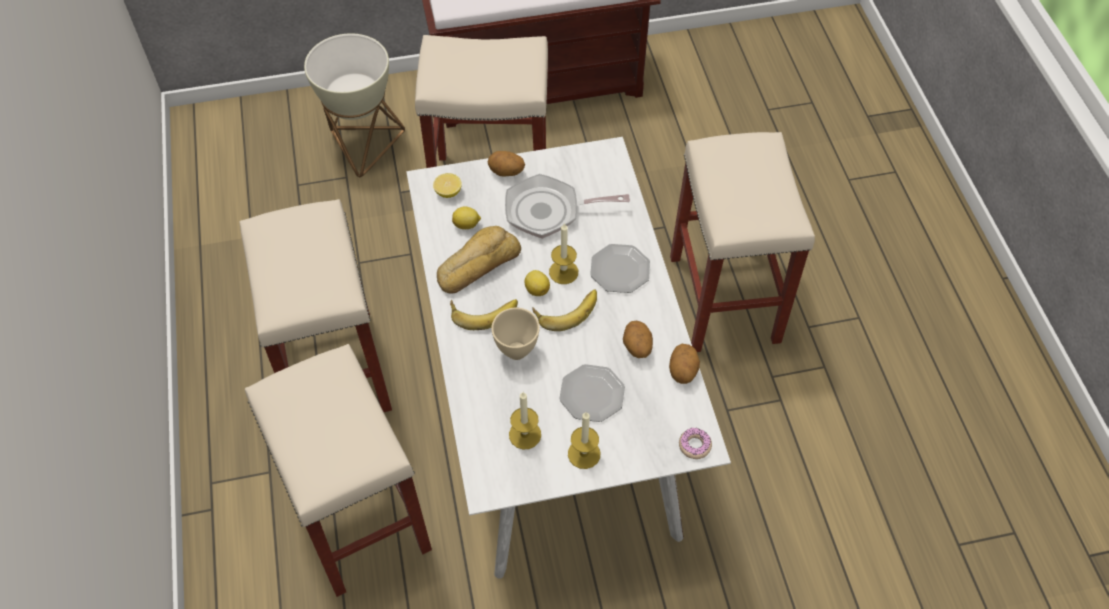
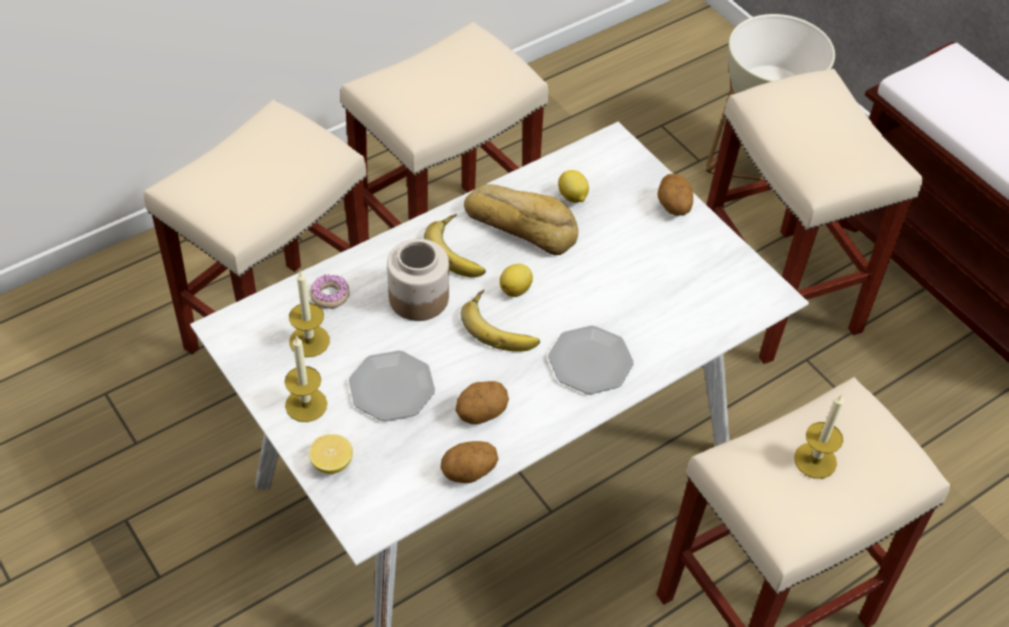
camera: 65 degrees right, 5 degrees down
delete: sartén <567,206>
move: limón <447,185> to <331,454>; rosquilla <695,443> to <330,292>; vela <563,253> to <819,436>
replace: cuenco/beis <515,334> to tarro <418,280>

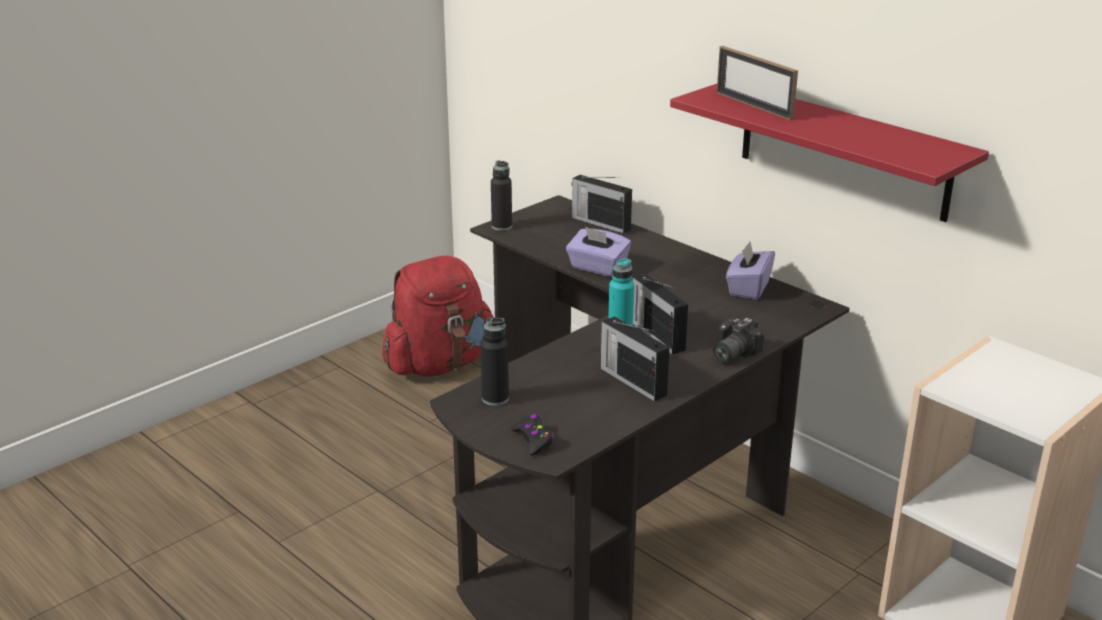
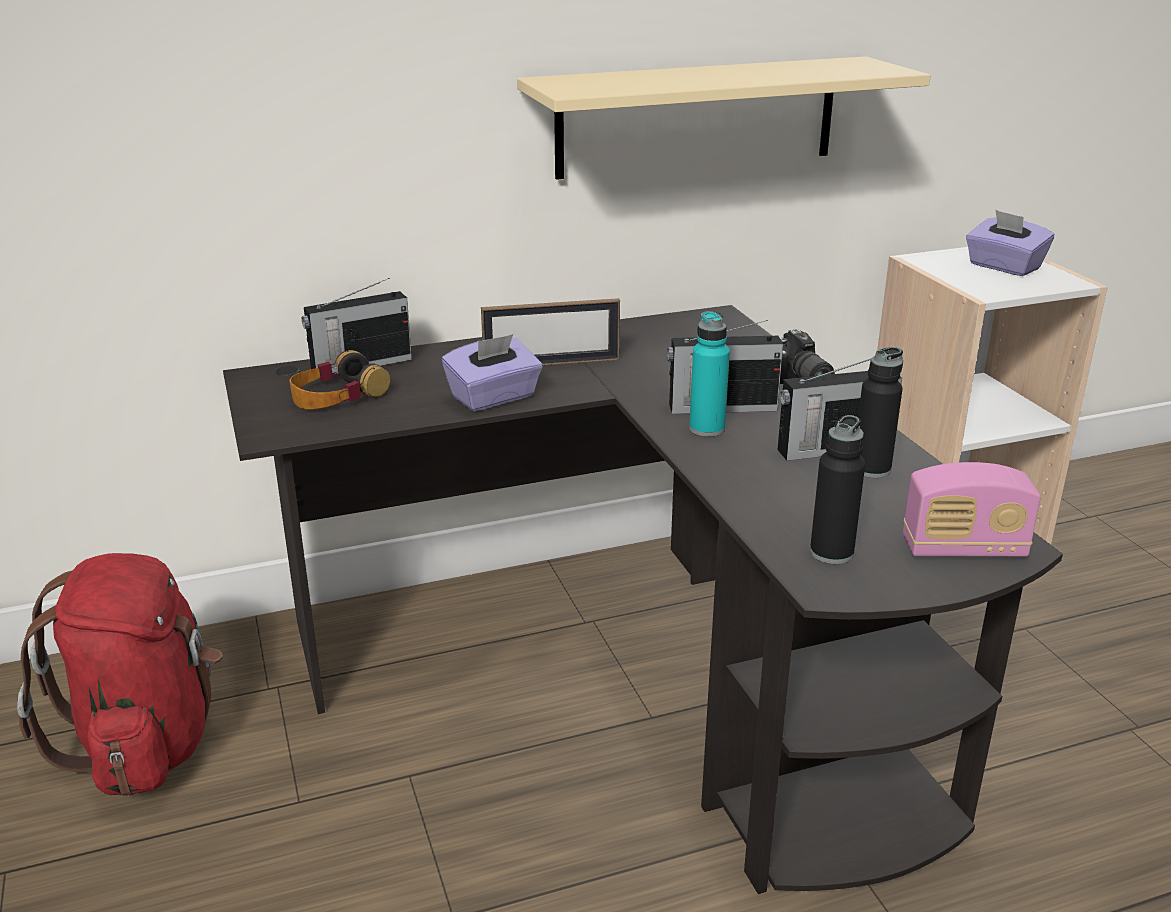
camera: 65 degrees left, 0 degrees up
insert: auriculares <339,380>
move: portarretratos <757,83> to <550,332>; botella/negro <501,195> to <880,412>; caja de pañuelos/morado <750,271> to <1010,243>
replace: mando de consola/negro <532,435> to radio <972,509>
recolor: estante/rojo <829,153> to estante/beis <724,118>

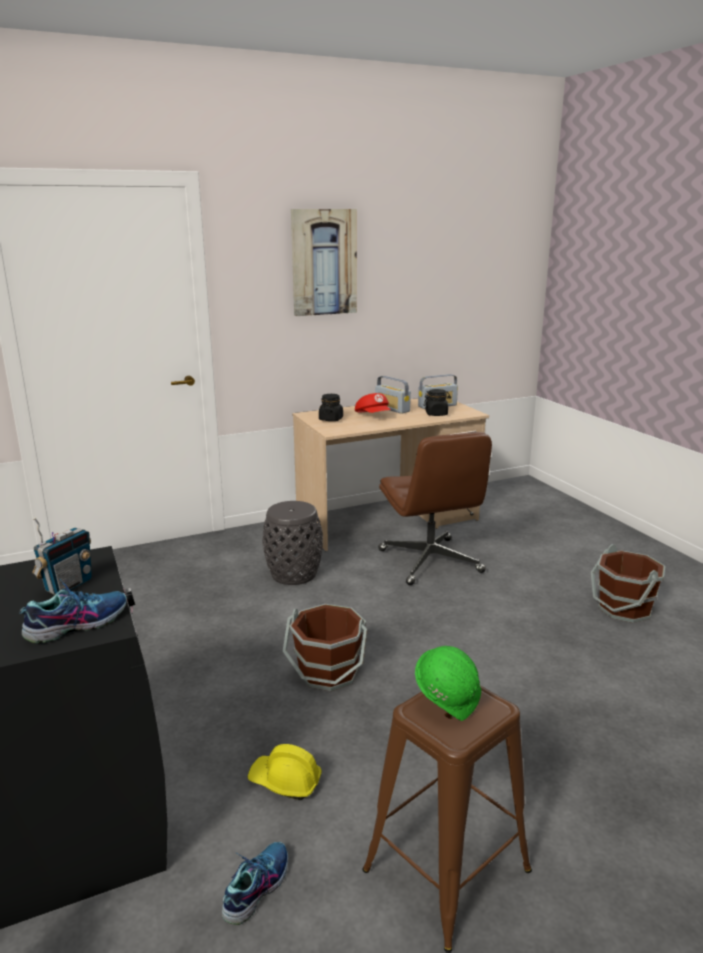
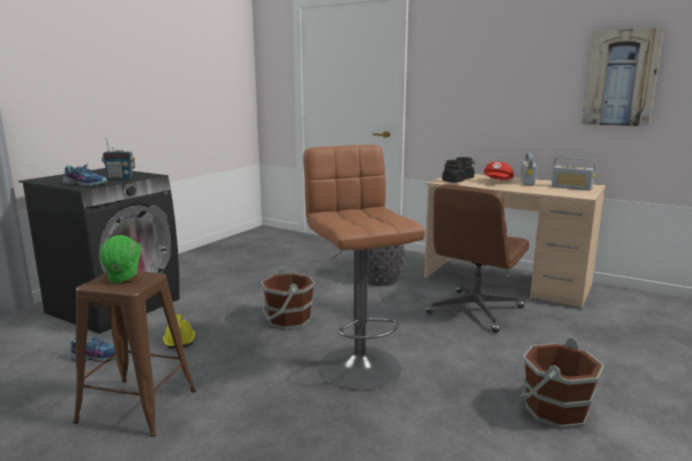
camera: 55 degrees right, 5 degrees down
insert: taburete/marrón <364,267>
move: tarro/negro <437,402> to <453,171>; cuadro <324,262> to <622,77>

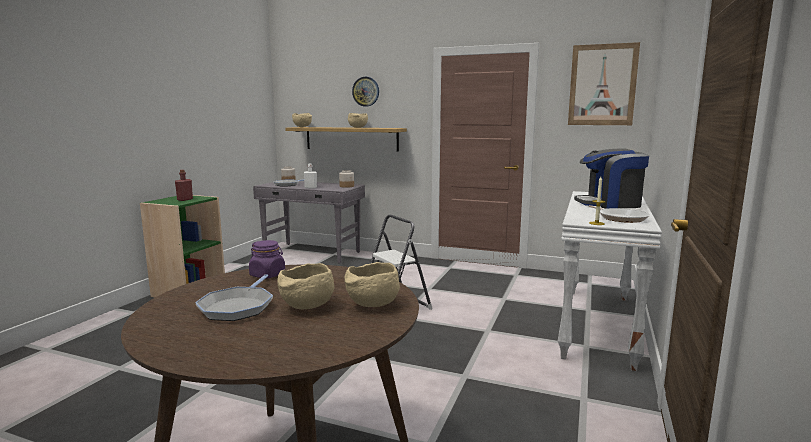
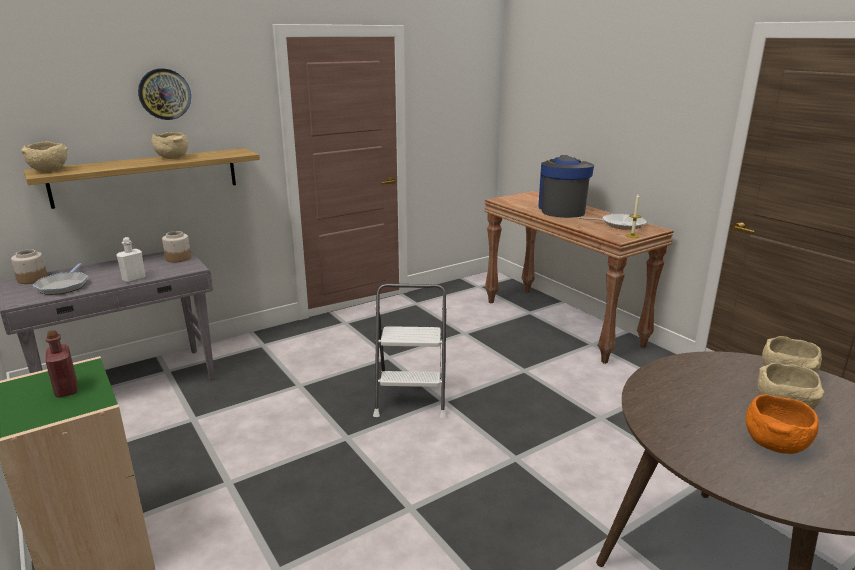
camera: 55 degrees left, 10 degrees up
delete: tarro/morado <267,259>; cuadro <604,83>
replace: sartén <234,297> to cuenco/naranja <782,424>
recolor: mesa consola/blanco <610,281> to mesa consola/marrón <579,277>
rotate: cafetera <611,179> = <566,186> 150 degrees clockwise

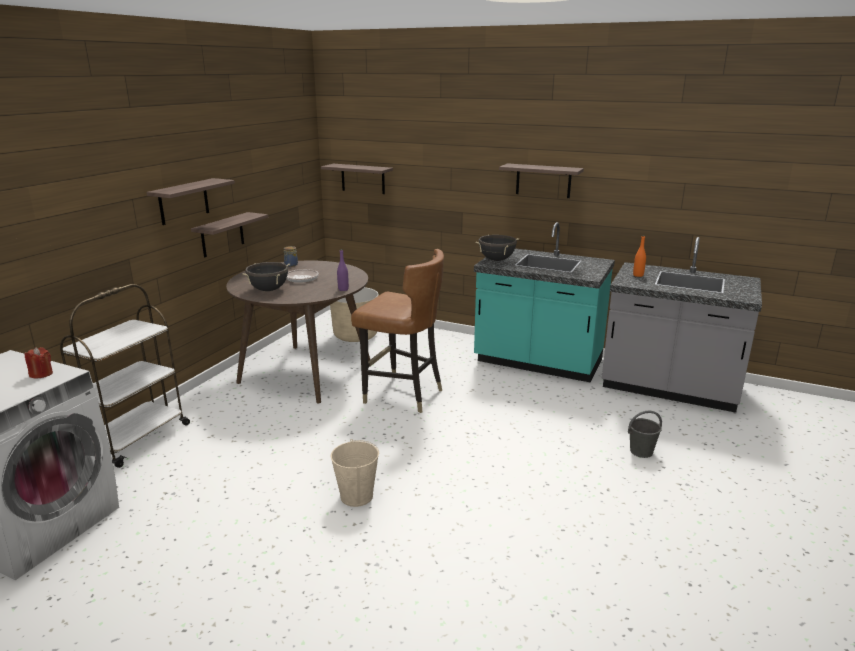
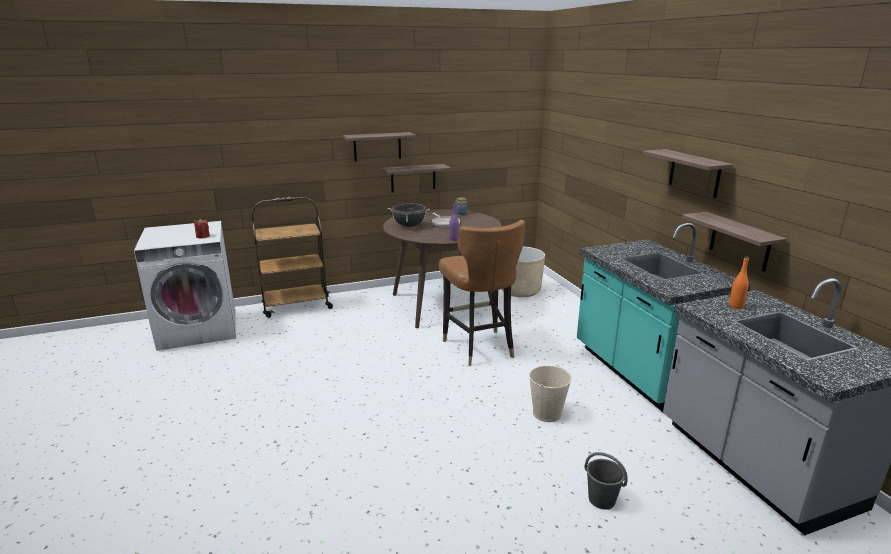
camera: 45 degrees right, 0 degrees up
delete: olla/negro <497,248>
move: cubo/beis <355,473> to <550,393>; estante <357,179> to <734,242>
recolor: carrito/blanco <125,376> to carrito/marrón <292,257>

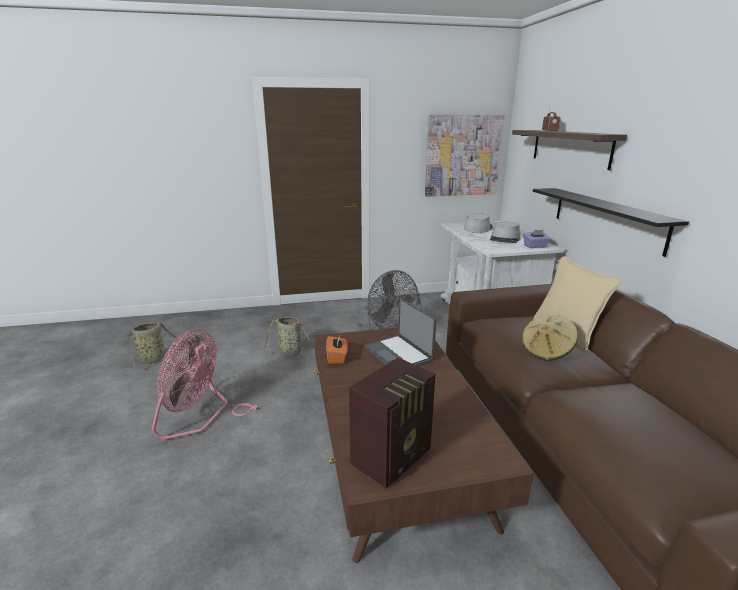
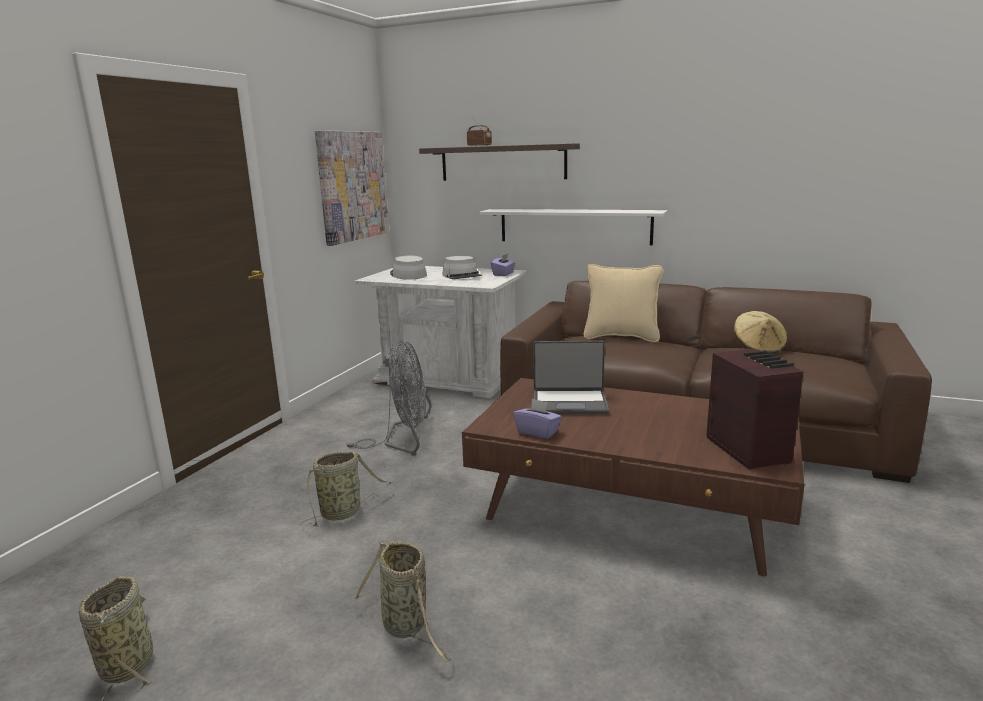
camera: 55 degrees left, 5 degrees down
move: sombrero/beis <550,337> to <761,332>
replace: ventilador/rosa <206,385> to cesta <402,600>
recolor: estante/negro <611,222> to estante/blanco <574,227>; caja de pañuelos/naranja <337,348> to caja de pañuelos/morado <537,419>

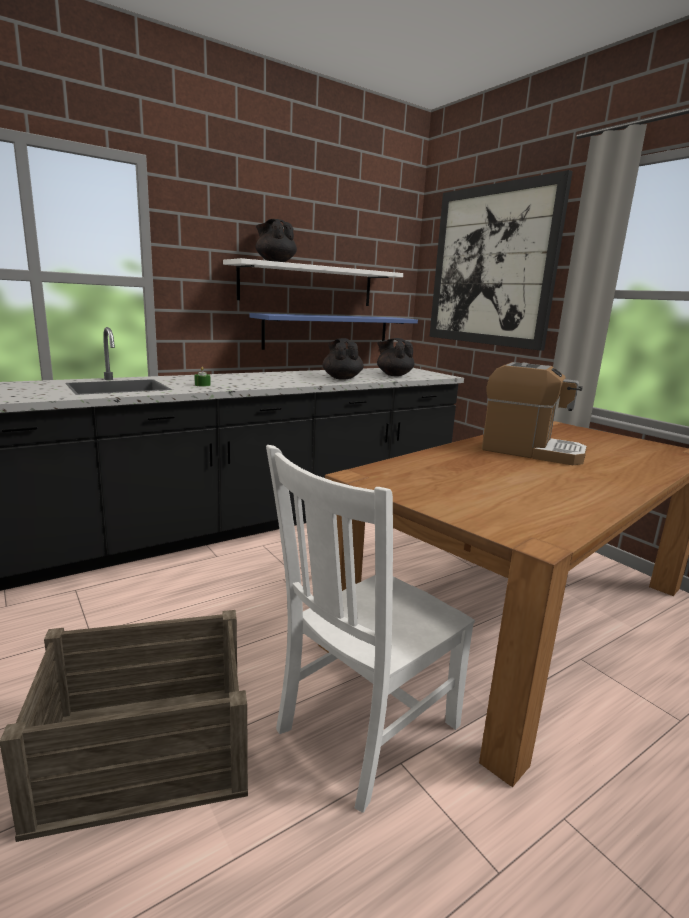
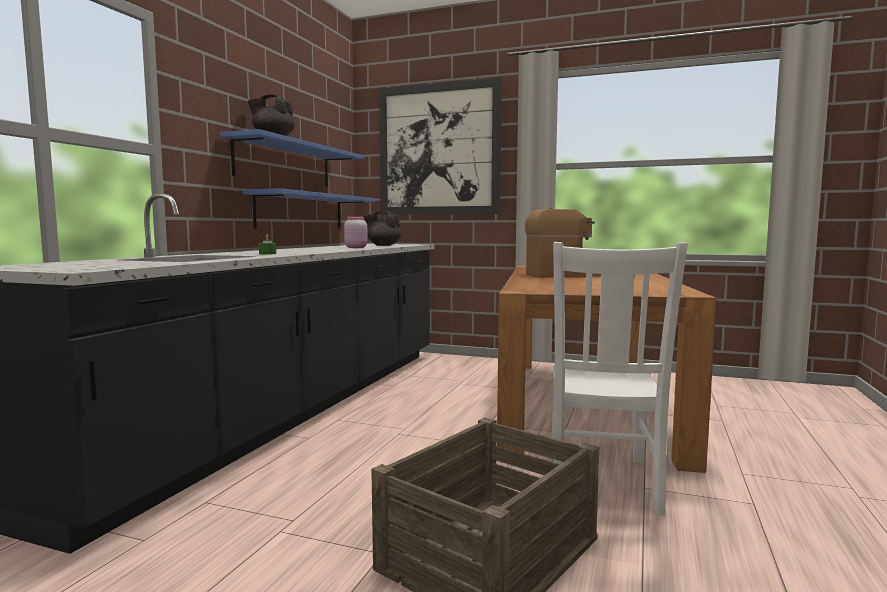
camera: 35 degrees left, 10 degrees down
replace: tetera/negro <343,359> to tarro/rosa <356,232>
recolor: estante/blanco <313,282> to estante/azul <292,158>

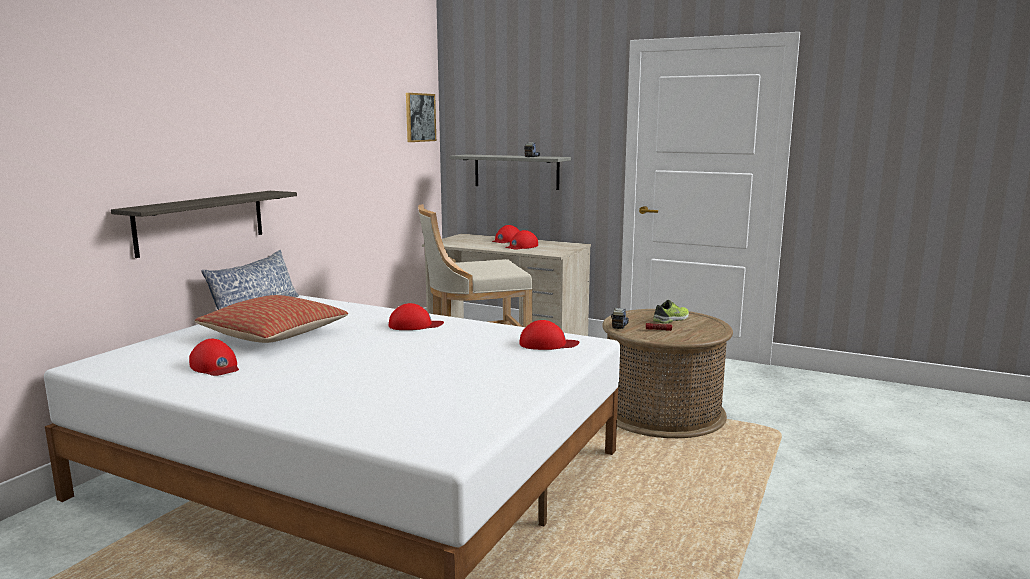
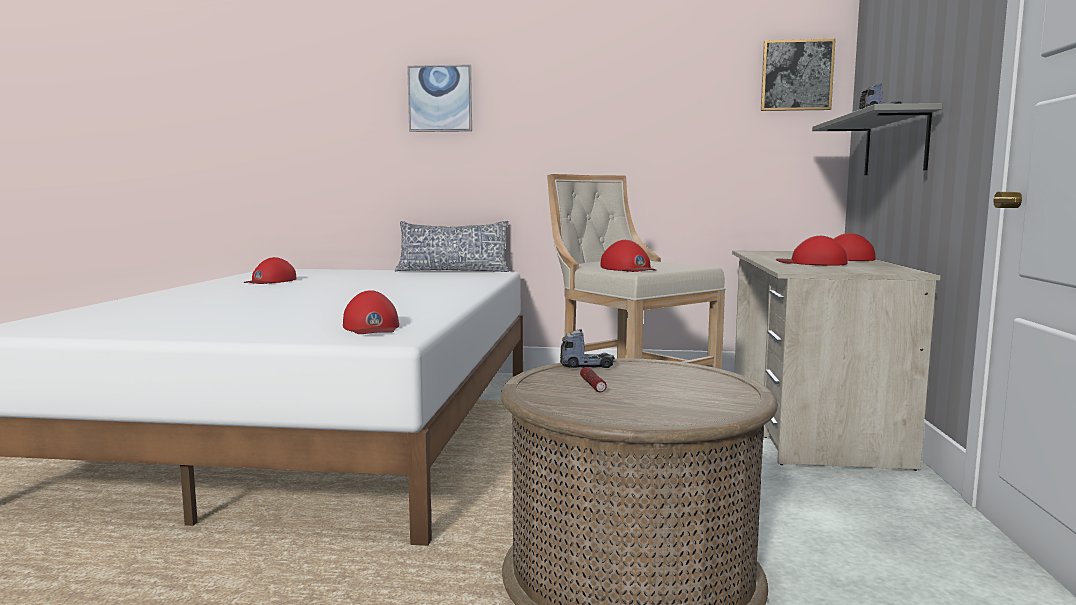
camera: 70 degrees right, 5 degrees down
delete: estante <204,224>; cojín <271,319>; zapato <671,312>
insert: cuadro <439,98>
move: gorra/rojo <416,316> to <628,256>

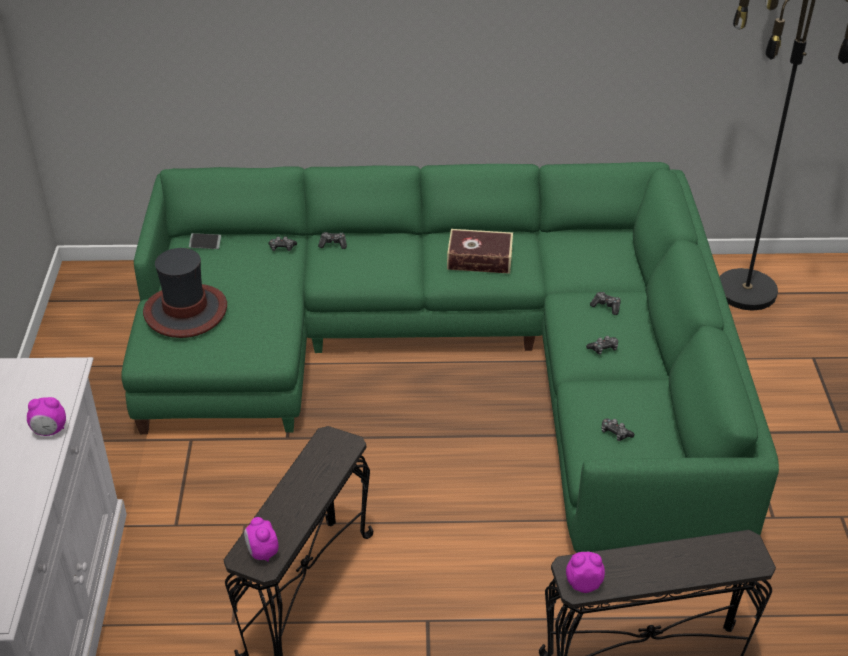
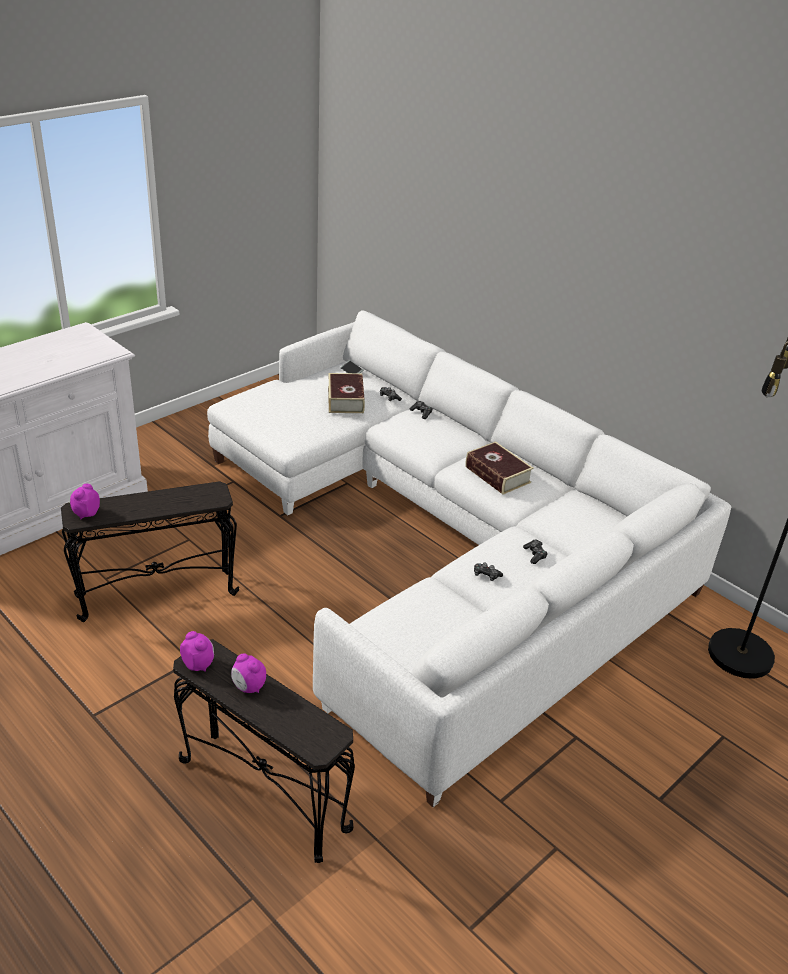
camera: 45 degrees right, 5 degrees down
delete: sombrero <185,293>; mando de consola <618,430>
insert: libro <346,393>
move: despertador <46,416> to <248,673>
recolor: sofá/verde <450,357> to sofá/blanco <469,558>

